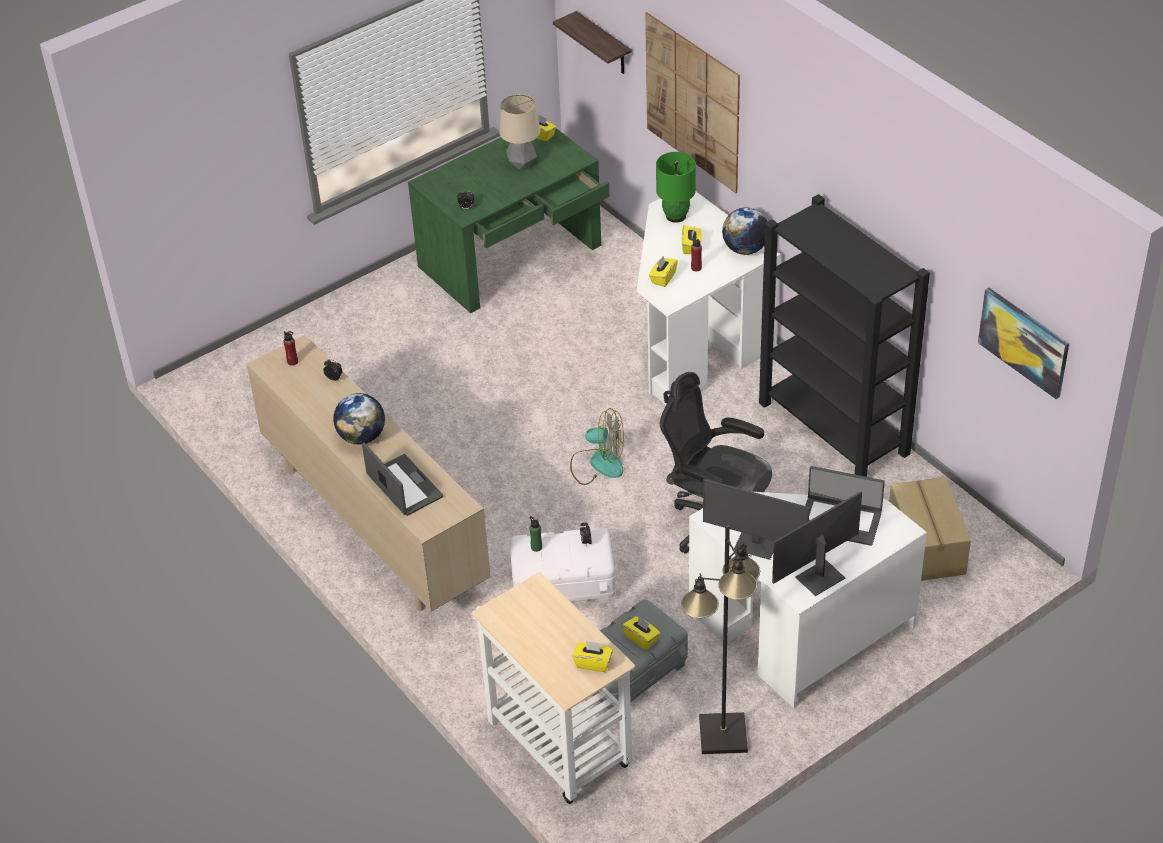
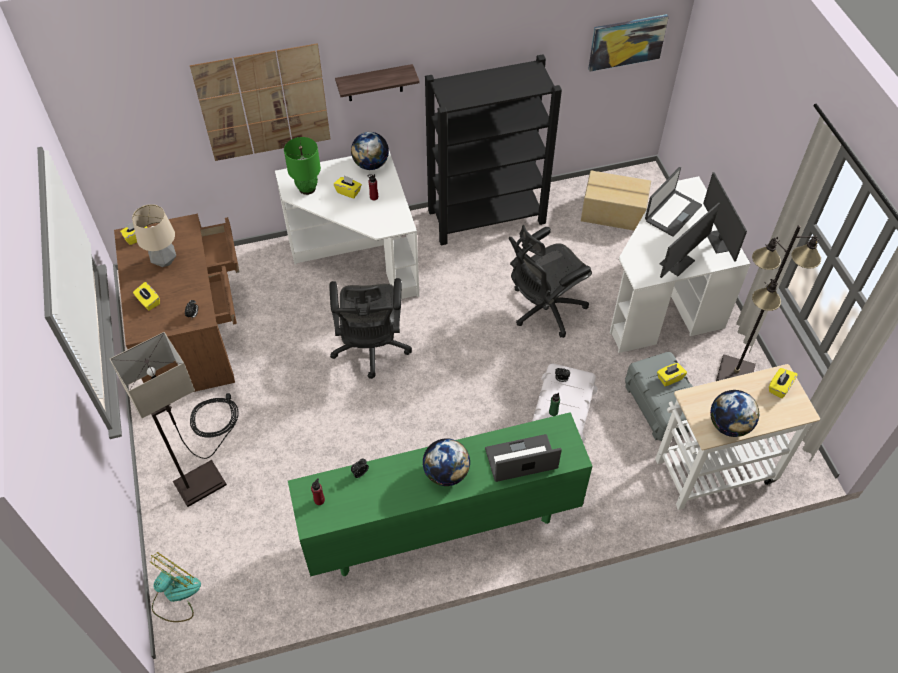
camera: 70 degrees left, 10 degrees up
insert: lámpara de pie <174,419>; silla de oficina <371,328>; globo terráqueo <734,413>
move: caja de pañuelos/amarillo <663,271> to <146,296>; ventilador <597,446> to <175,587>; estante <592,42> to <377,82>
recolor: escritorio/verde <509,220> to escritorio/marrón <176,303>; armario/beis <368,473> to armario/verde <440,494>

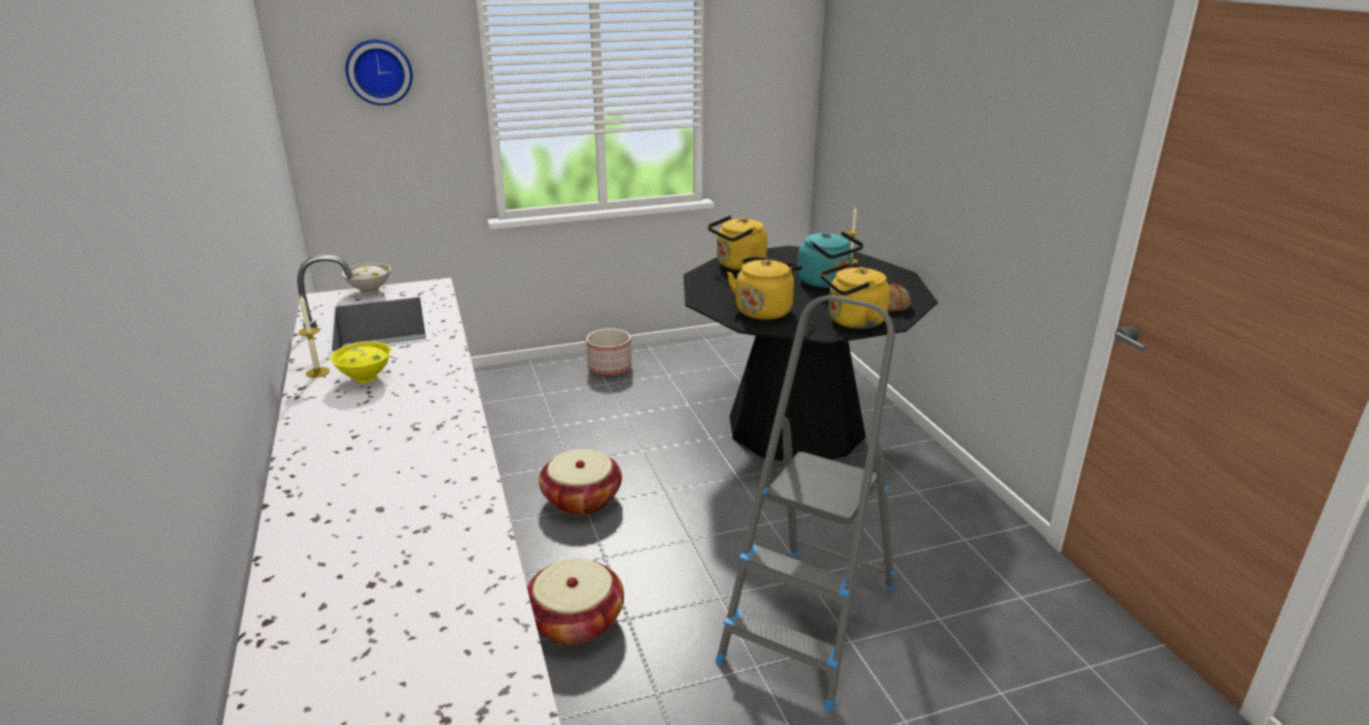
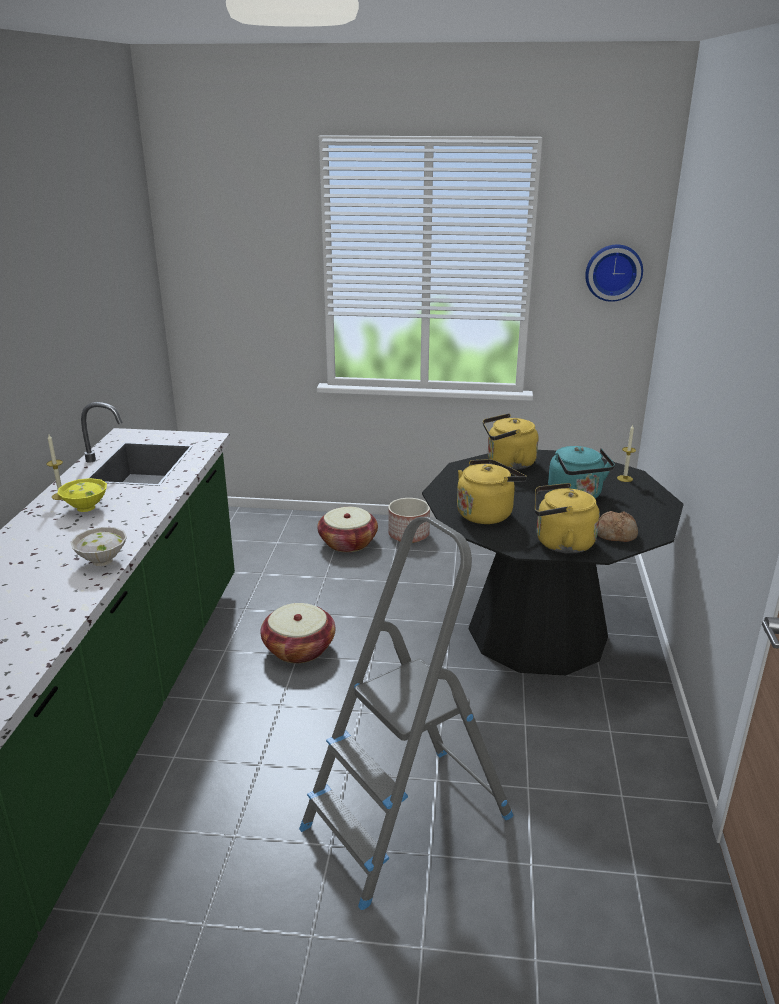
camera: 25 degrees right, 0 degrees up
move: cuenco/blanco <366,279> to <98,546>; cesta <575,601> to <347,529>; reloj de pared <379,72> to <614,273>

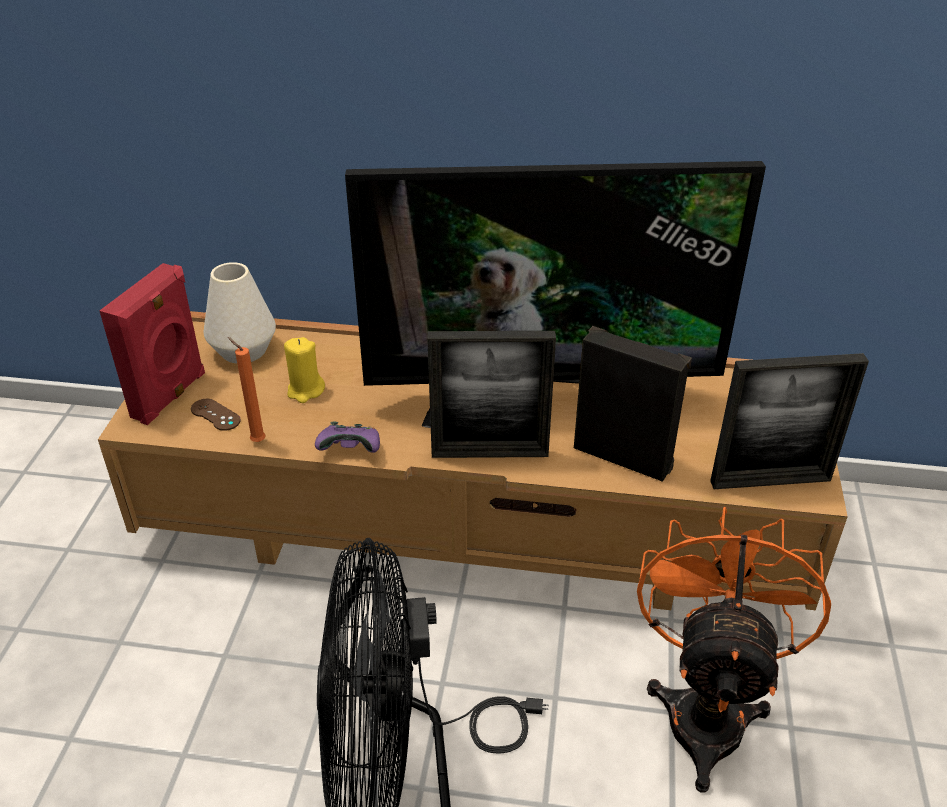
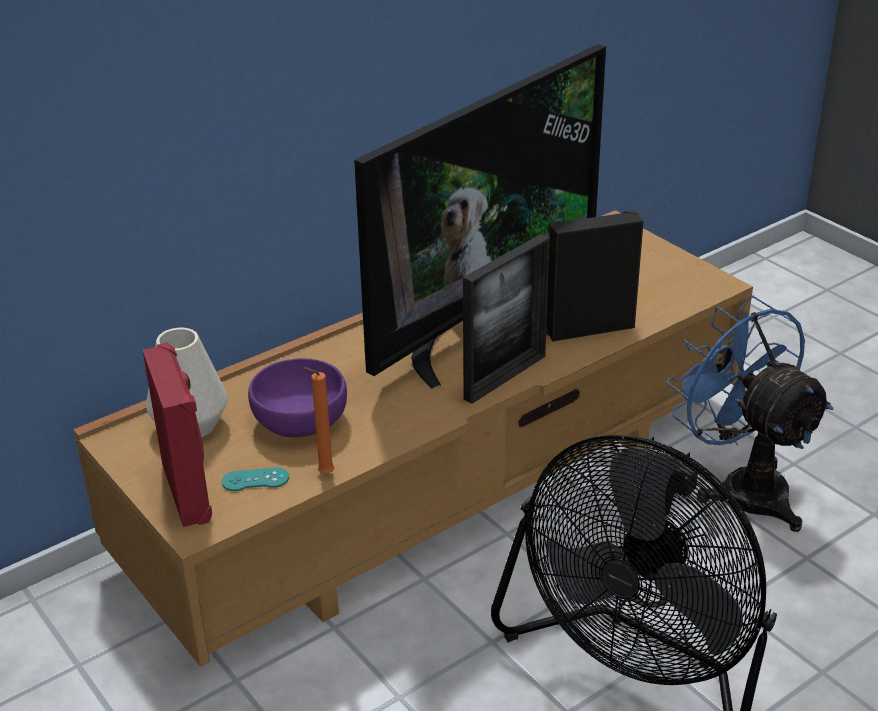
camera: 45 degrees left, 5 degrees down
delete: mando de consola/morado <347,437>; portarretratos <789,421>
replace: vela/amarillo <304,370> to cuenco/morado <297,397>
recolor: mando de consola/marrón <216,415> to mando de consola/turquesa <255,479>; ventilador/naranja <734,650> to ventilador/azul <750,413>

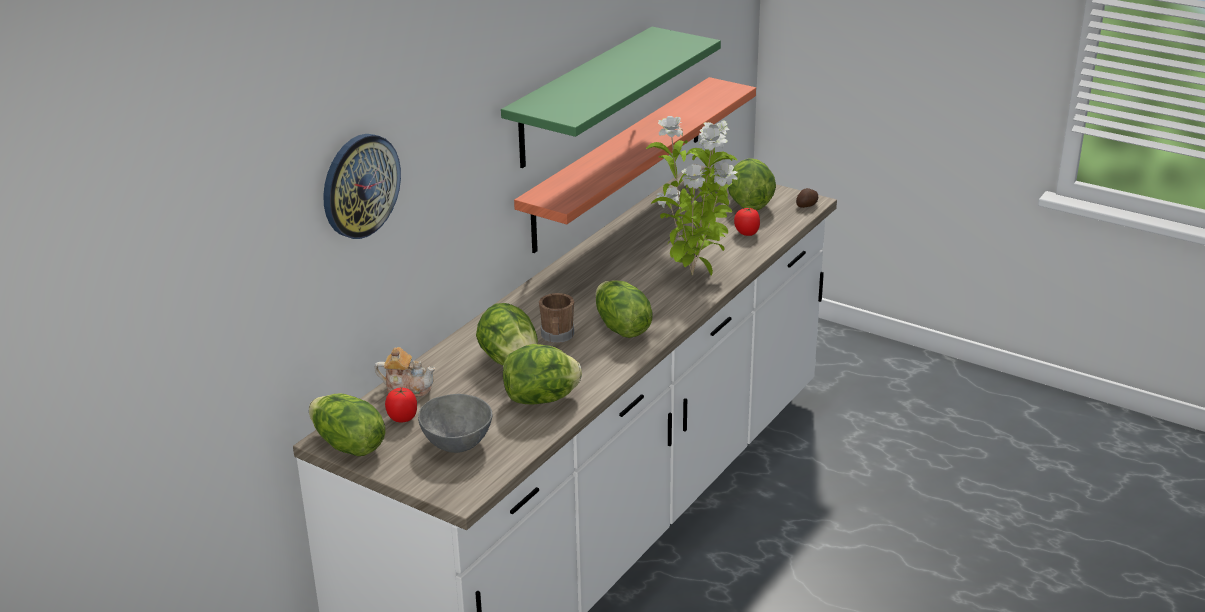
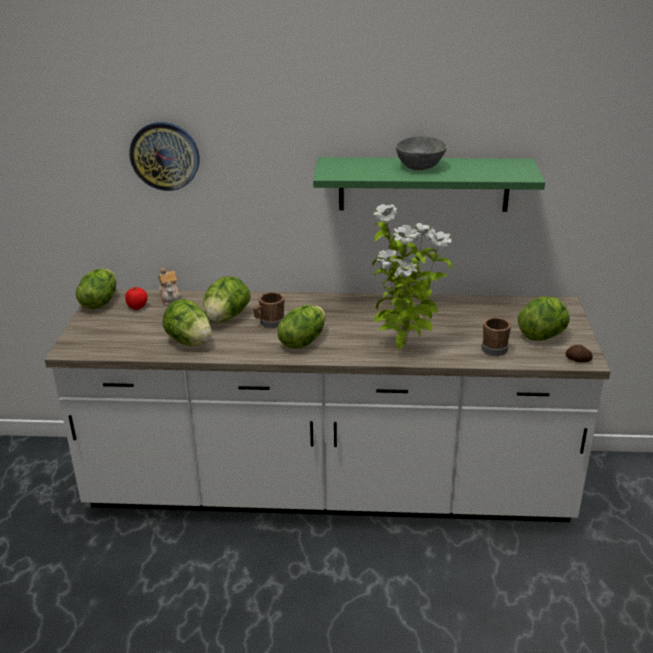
camera: 60 degrees right, 0 degrees up
delete: estante <635,165>
move: cuenco/gris <455,423> to <421,153>
replace: tomate <747,222> to taza grande/marrón <496,336>

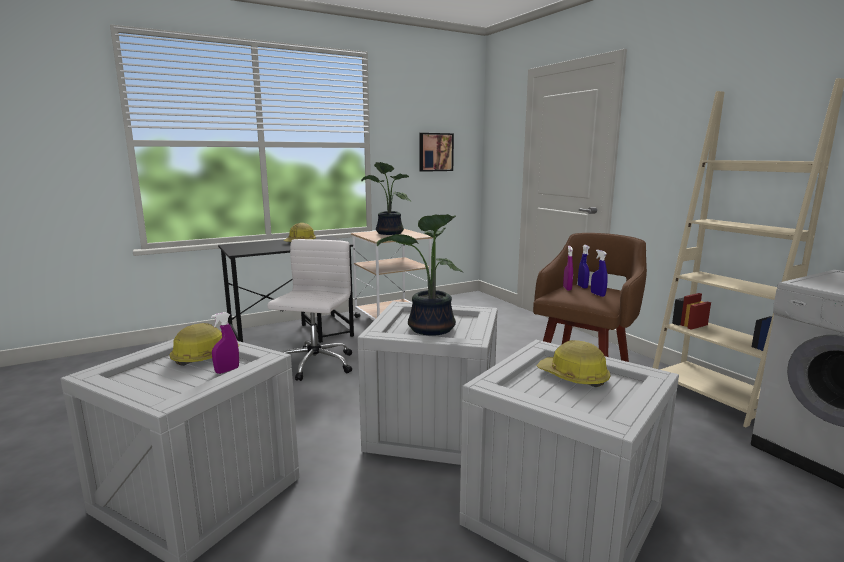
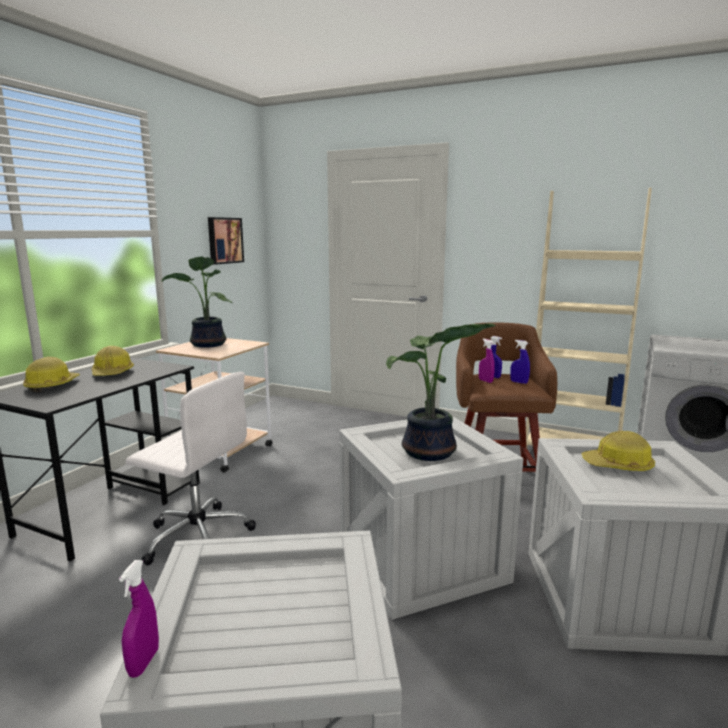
camera: 35 degrees left, 0 degrees up
move: casco <204,344> to <51,374>; pulverizador/morado <225,343> to <139,619>
rotate: silla de oficina/blanco <309,310> = <191,468> 135 degrees clockwise

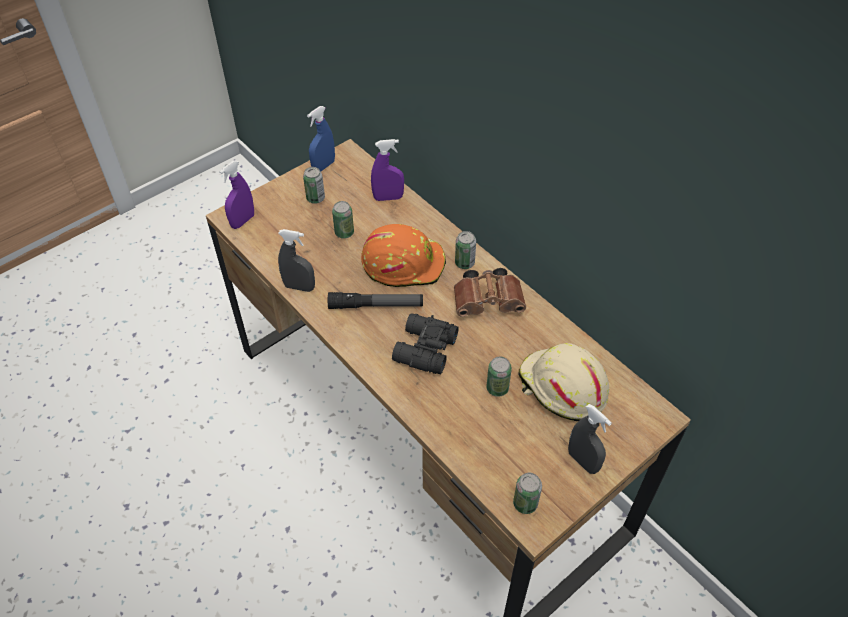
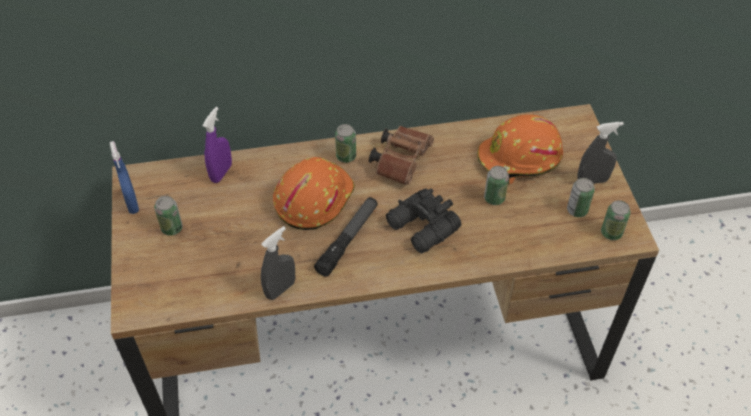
camera: 60 degrees left, 0 degrees up
delete: pulverizador/morado <236,195>
move: lata <343,220> to <581,197>
recolor: casco/beis <563,382> to casco/naranja <520,149>

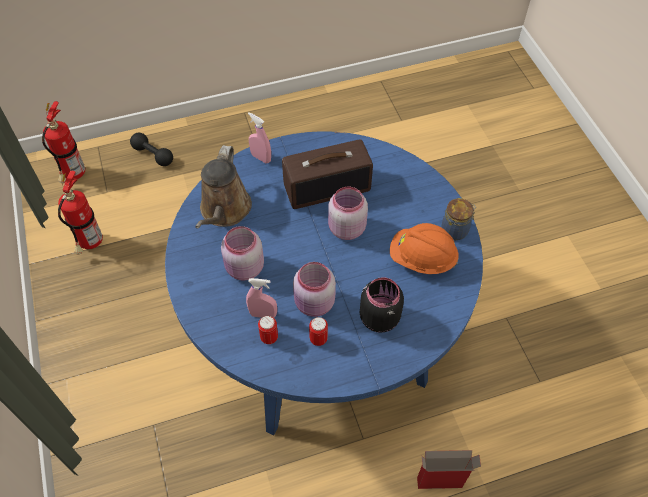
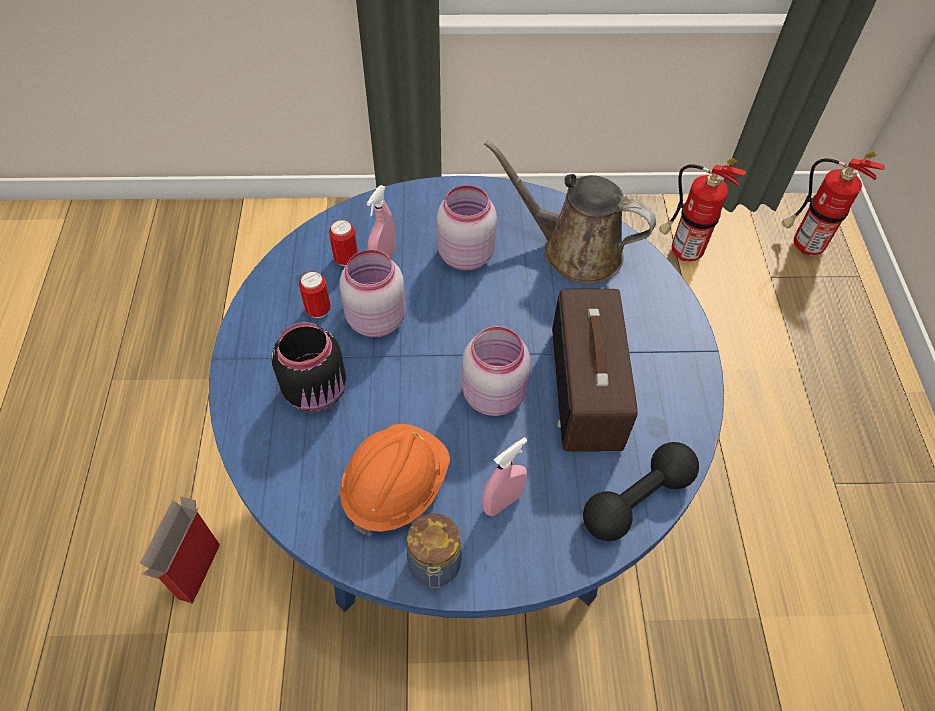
camera: 105 degrees right, 0 degrees up
move: pulverizador/rosa <259,137> to <505,476>; mancuerna/negro <151,149> to <641,491>

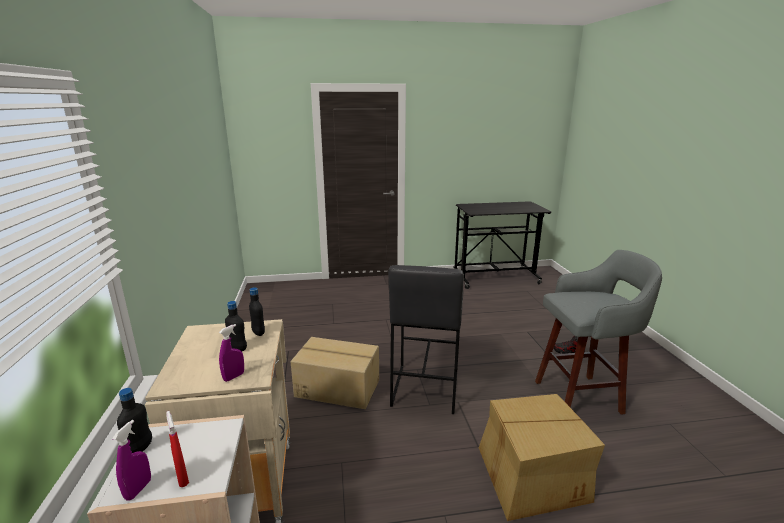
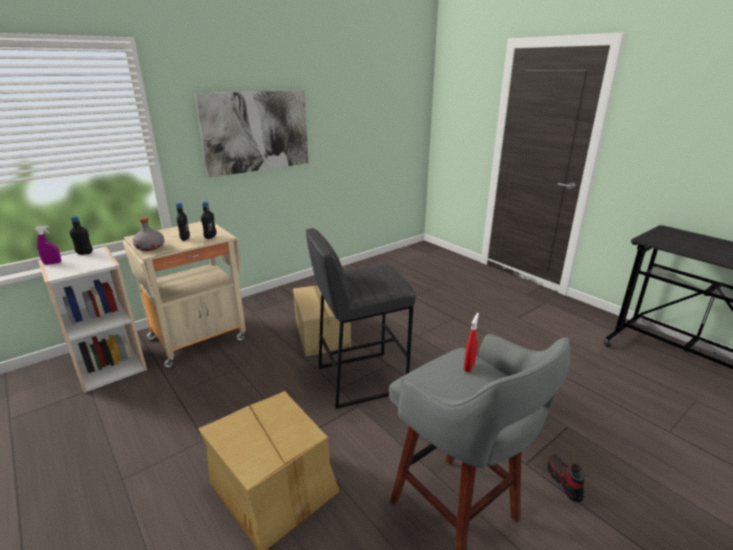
camera: 60 degrees right, 5 degrees up
insert: cuadro <252,134>
move: pulverizador/rojo <177,449> to <471,342>
replace: pulverizador/morado <231,353> to botella/gris <149,234>

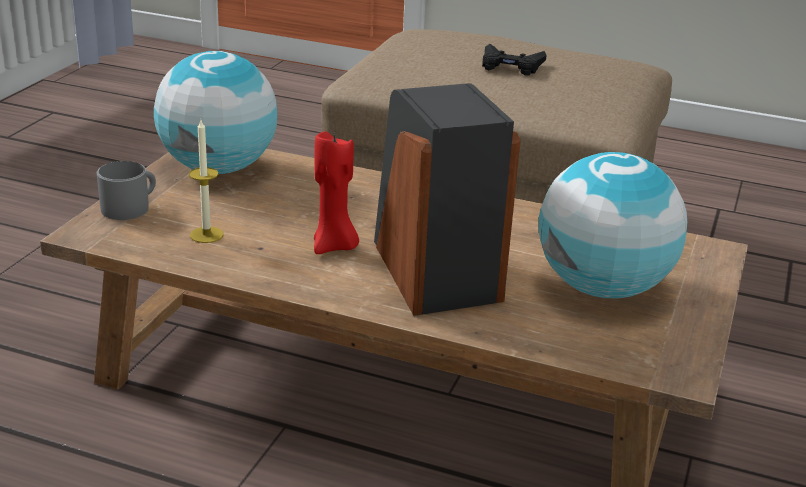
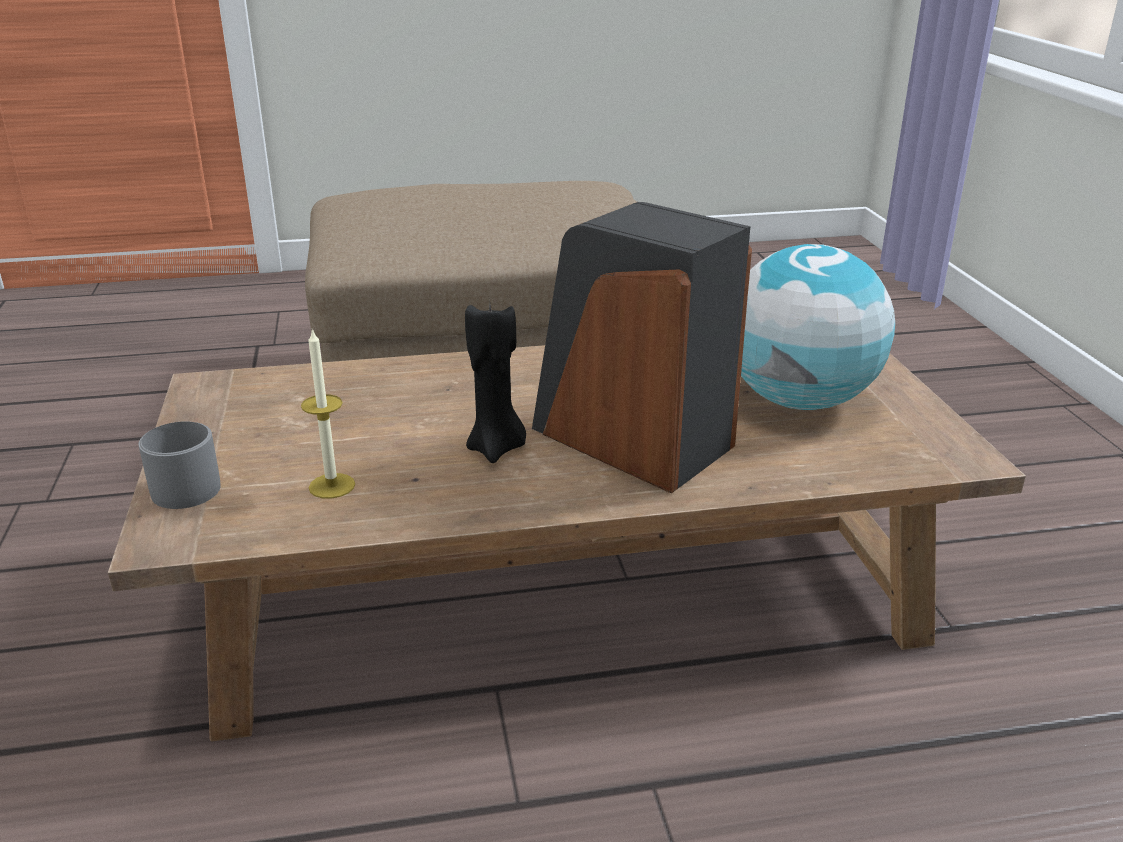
camera: 30 degrees left, 0 degrees up
delete: globo terráqueo <215,112>; mando de consola/negro <514,60>
recolor: vela/rojo <336,192> to vela/negro <495,381>

